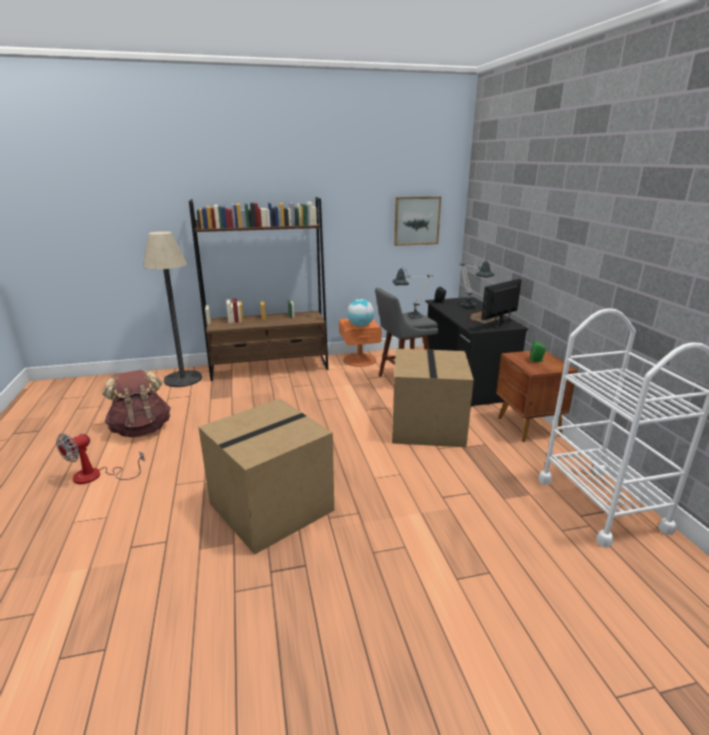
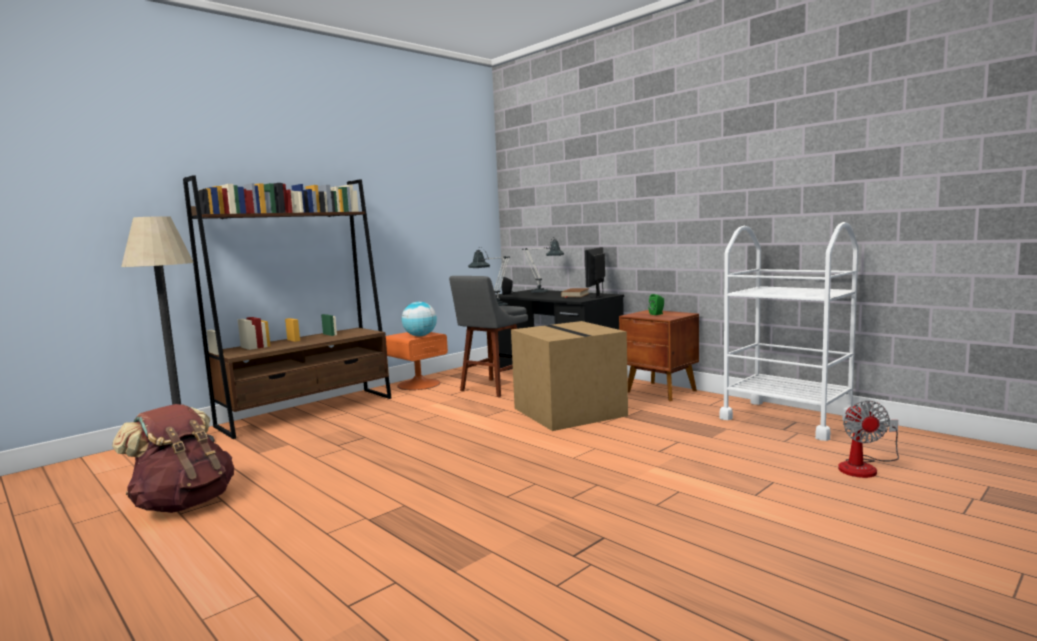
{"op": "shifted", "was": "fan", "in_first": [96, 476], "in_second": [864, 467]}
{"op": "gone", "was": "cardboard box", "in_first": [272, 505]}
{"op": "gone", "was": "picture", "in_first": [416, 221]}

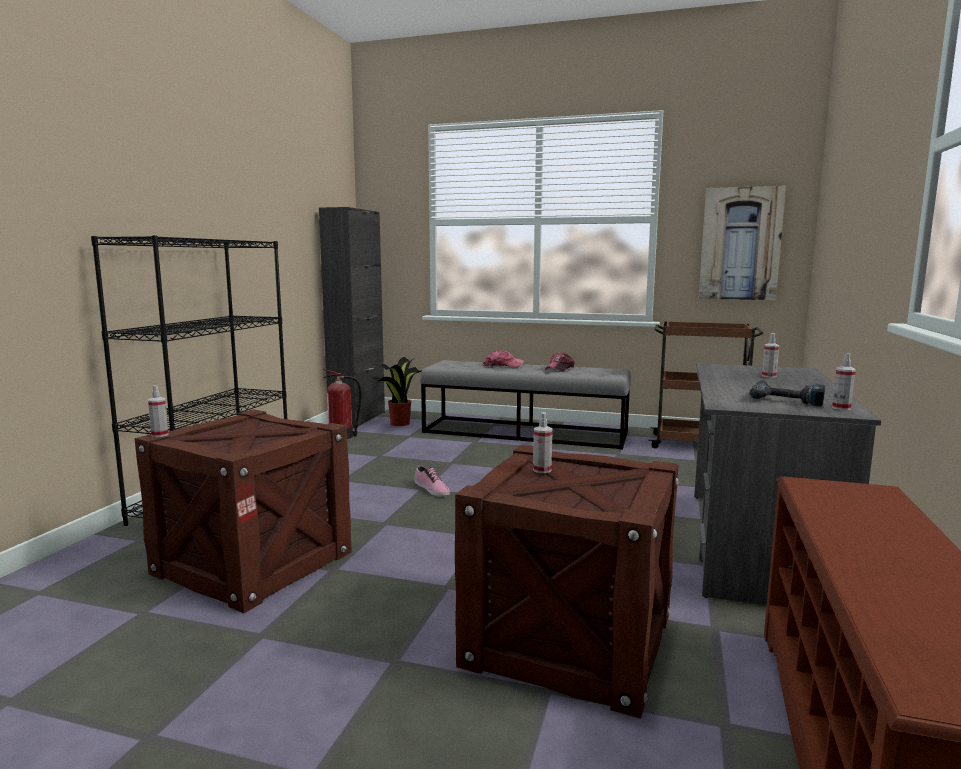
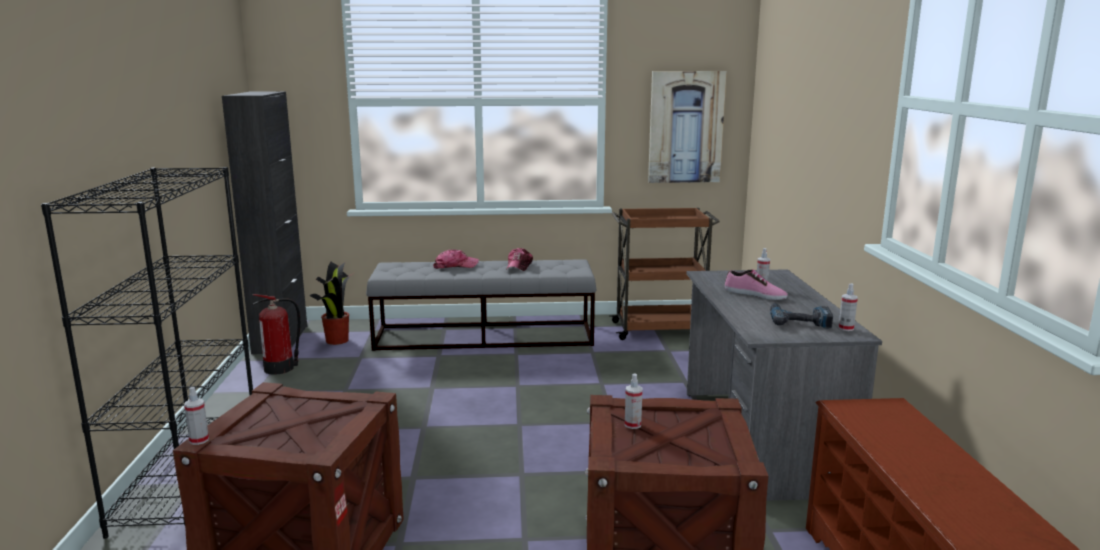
{"op": "shifted", "was": "shoe", "in_first": [431, 489], "in_second": [755, 294]}

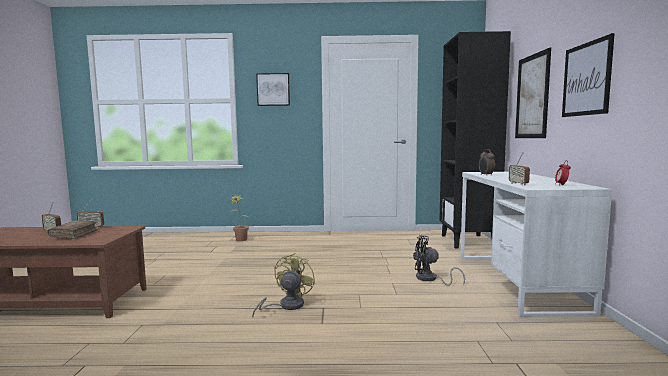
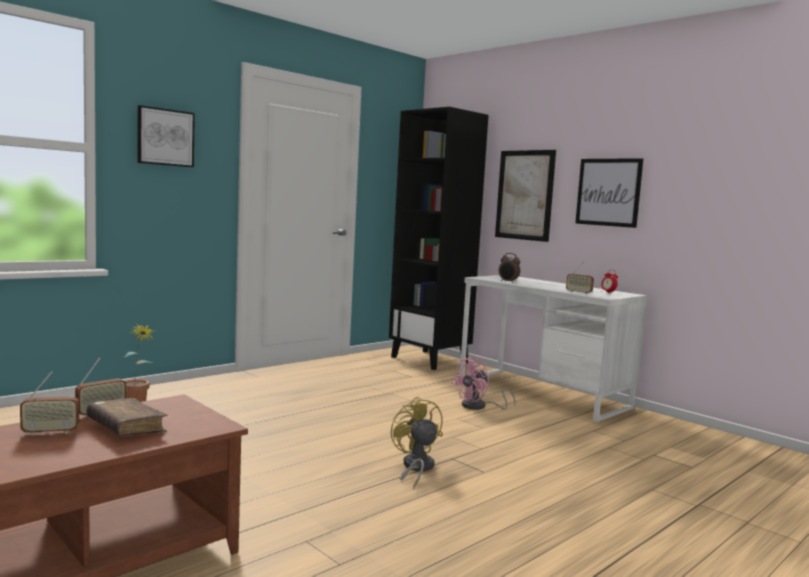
{"op": "repainted", "was": "black fan", "now": "pink fan", "in_first": [430, 279], "in_second": [479, 406]}

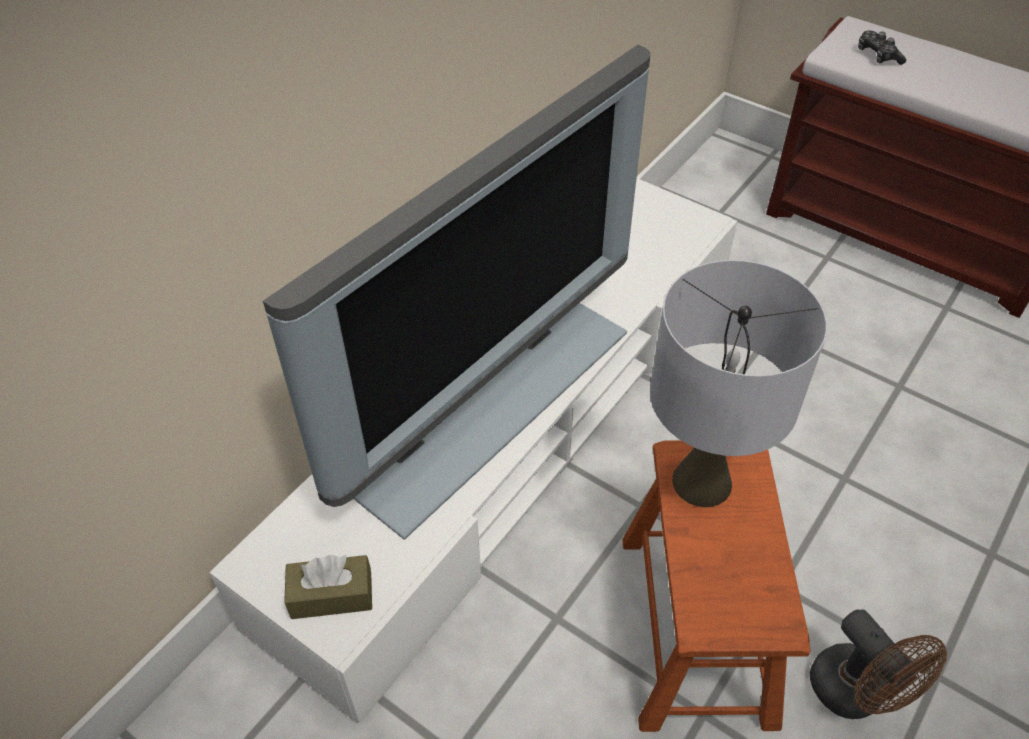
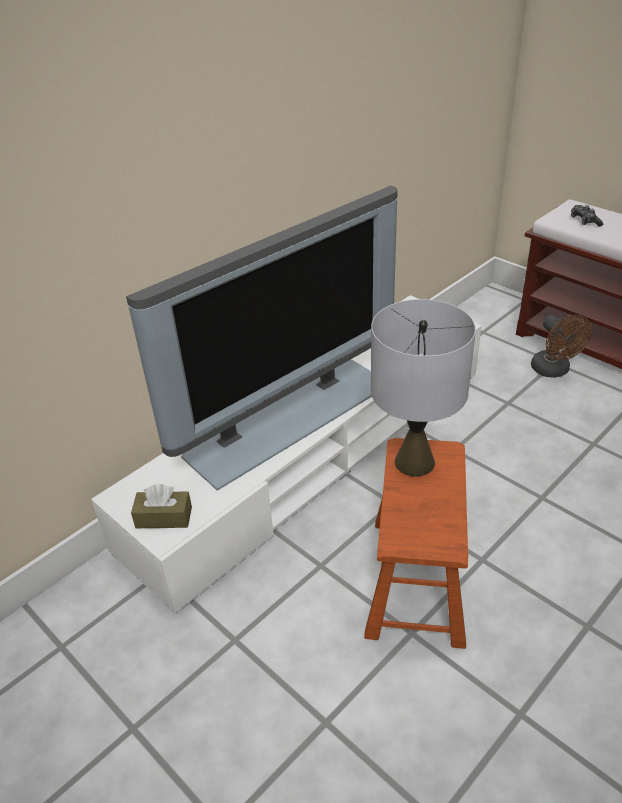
{"op": "shifted", "was": "brown fan", "in_first": [856, 695], "in_second": [554, 371]}

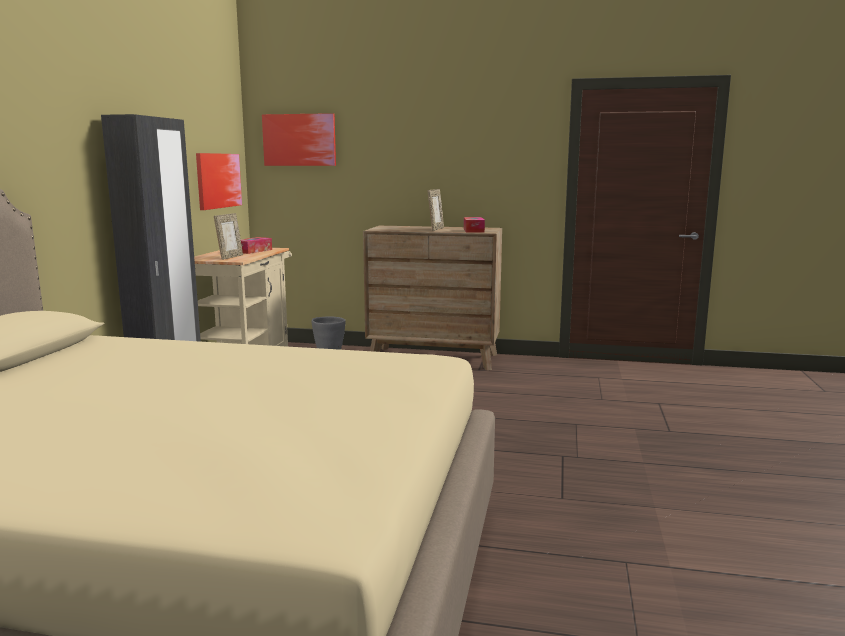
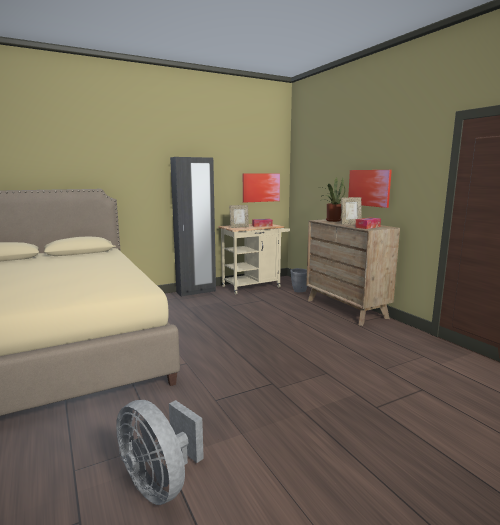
{"op": "shifted", "was": "picture", "in_first": [299, 140], "in_second": [369, 188]}
{"op": "new", "now": "grey fan", "in_second": [160, 483]}
{"op": "new", "now": "potted plant", "in_second": [331, 220]}

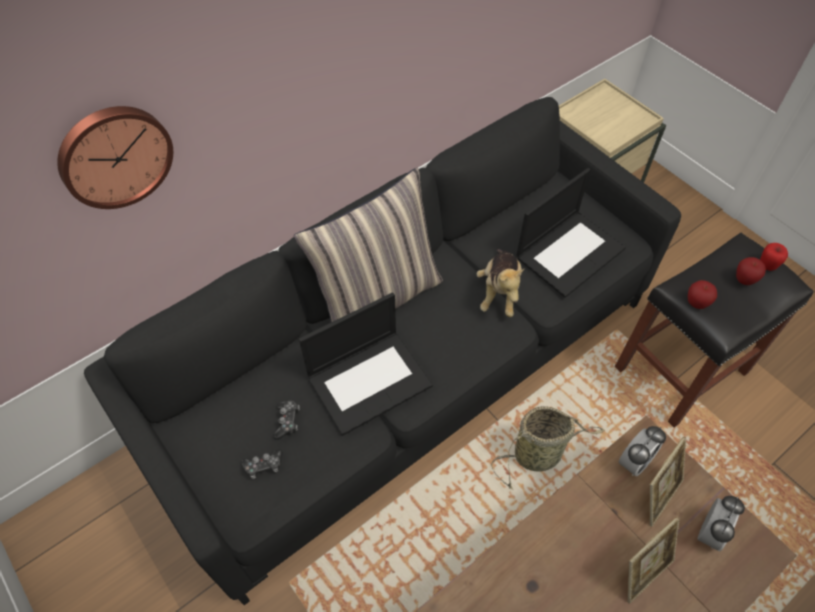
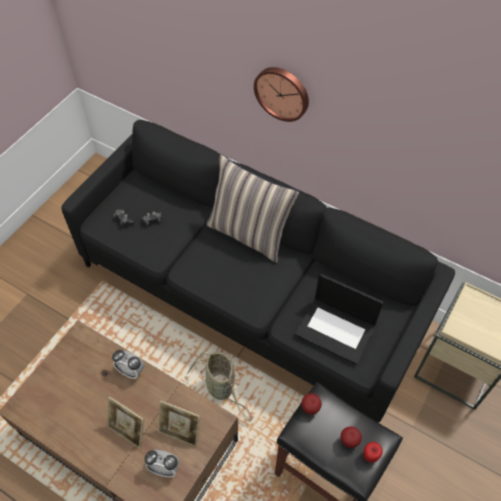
{"op": "shifted", "was": "wall clock", "in_first": [114, 155], "in_second": [282, 92]}
{"op": "gone", "was": "laptop", "in_first": [370, 380]}
{"op": "gone", "was": "plush toy", "in_first": [499, 292]}
{"op": "shifted", "was": "alarm clock", "in_first": [634, 461], "in_second": [131, 371]}

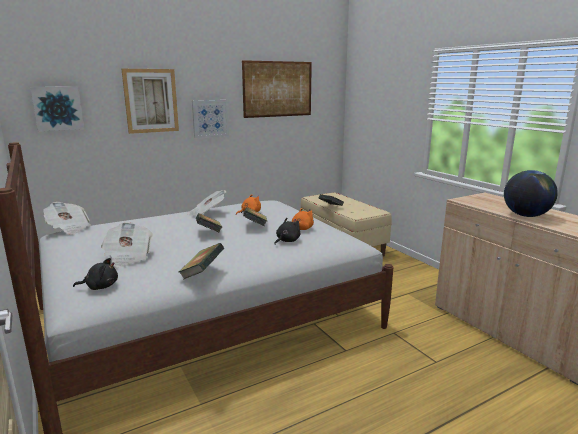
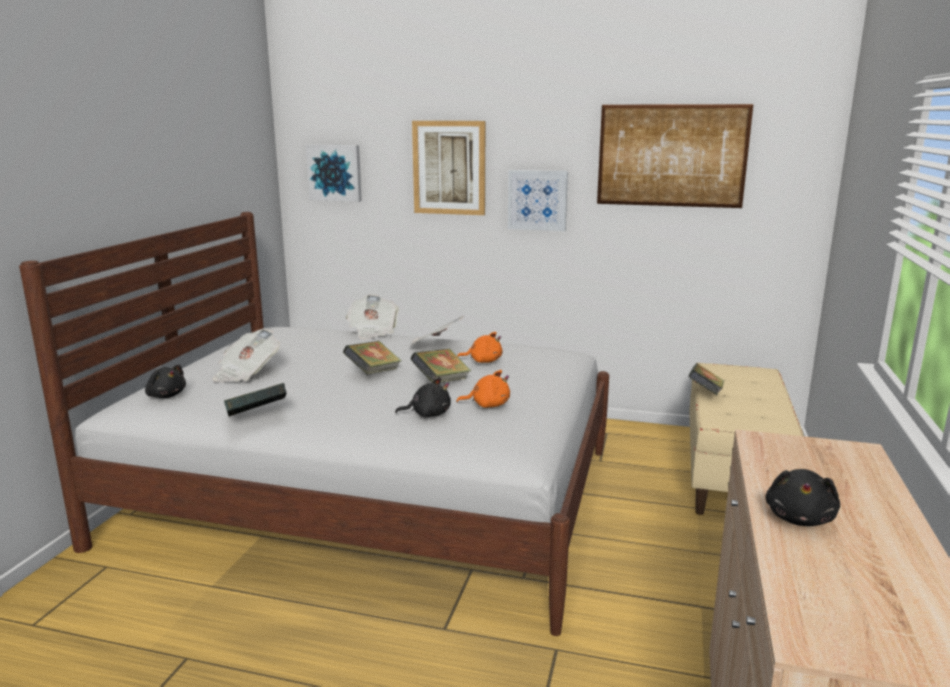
{"op": "shifted", "was": "newspaper", "in_first": [69, 228], "in_second": [372, 331]}
{"op": "swapped", "was": "globe", "now": "black plush toy", "in_first": [526, 215], "in_second": [800, 518]}

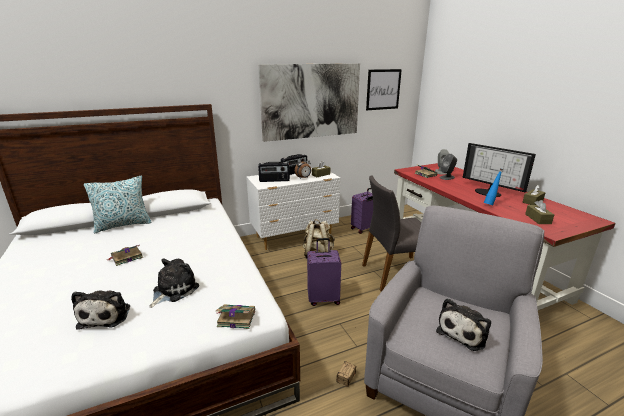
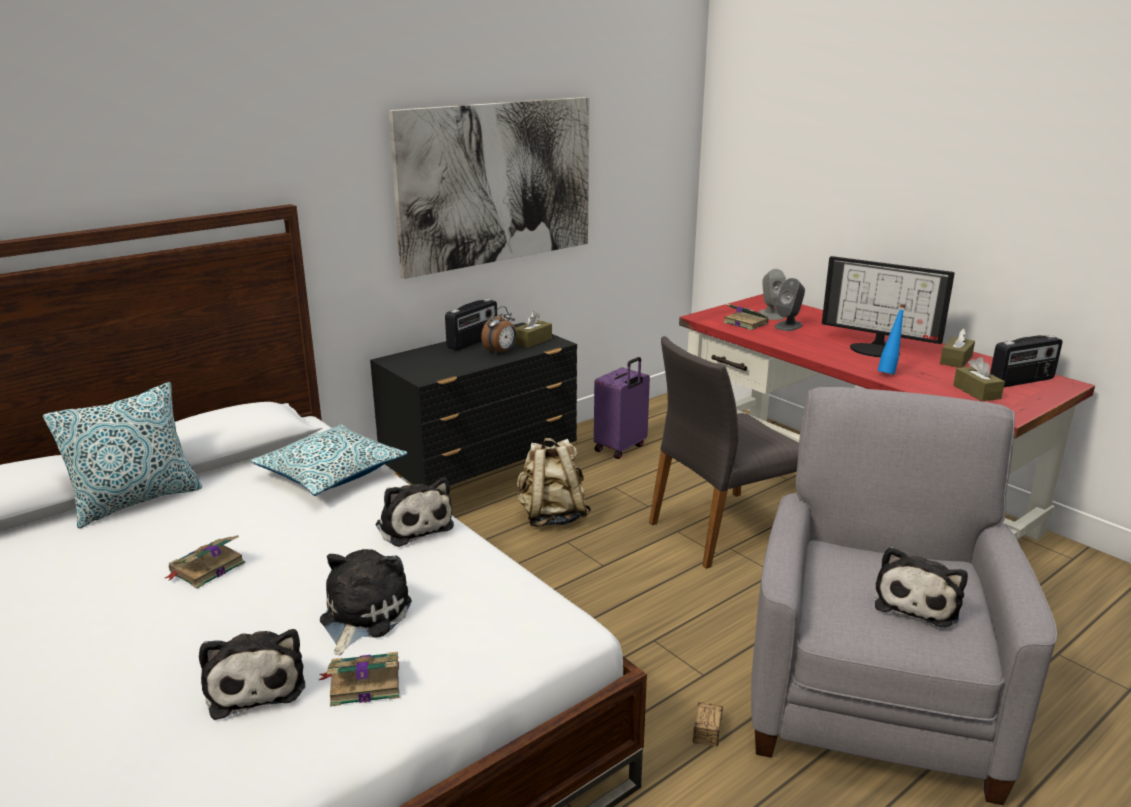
{"op": "shifted", "was": "book", "in_first": [235, 318], "in_second": [363, 683]}
{"op": "repainted", "was": "white dresser", "now": "black dresser", "in_first": [295, 236], "in_second": [483, 482]}
{"op": "shifted", "was": "radio", "in_first": [274, 180], "in_second": [1022, 381]}
{"op": "gone", "was": "purple suitcase", "in_first": [323, 298]}
{"op": "gone", "was": "picture", "in_first": [383, 89]}
{"op": "new", "now": "pillow", "in_second": [331, 473]}
{"op": "new", "now": "plush toy", "in_second": [413, 525]}

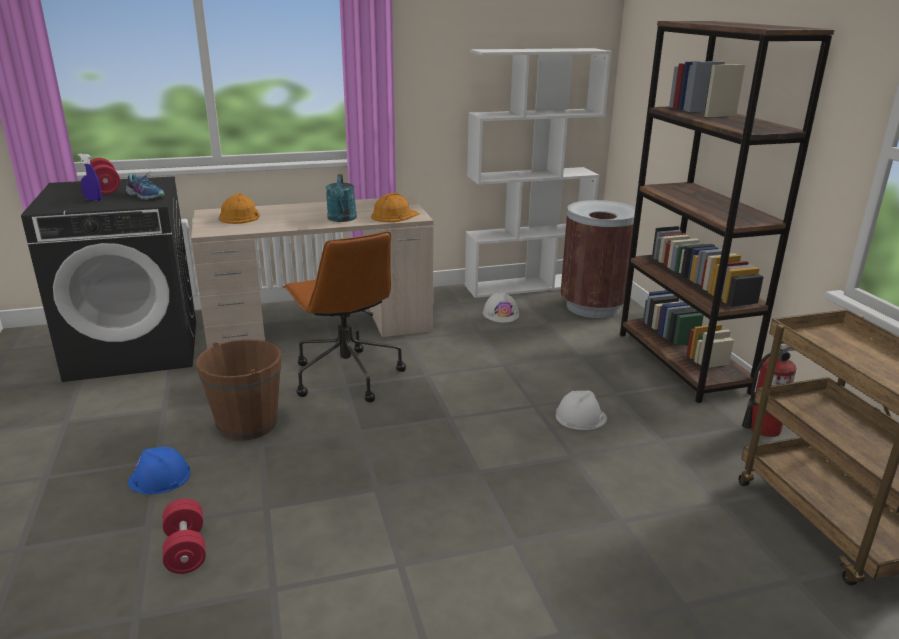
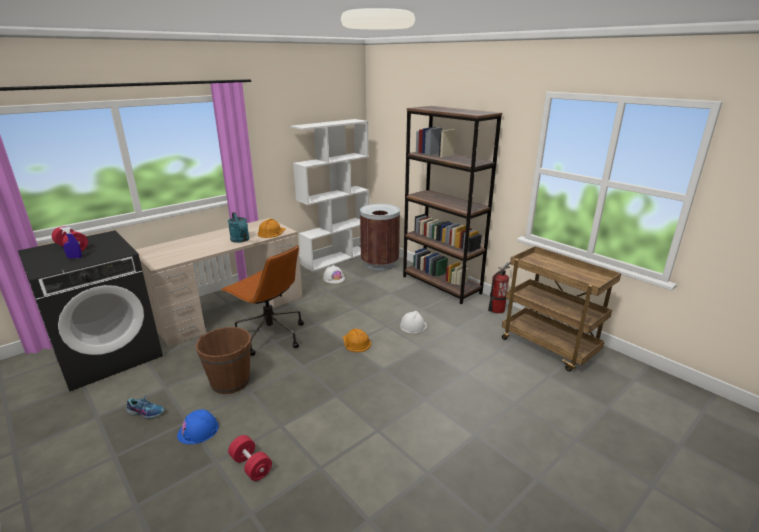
{"op": "shifted", "was": "shoe", "in_first": [146, 195], "in_second": [146, 412]}
{"op": "shifted", "was": "orange hard hat", "in_first": [240, 216], "in_second": [356, 342]}

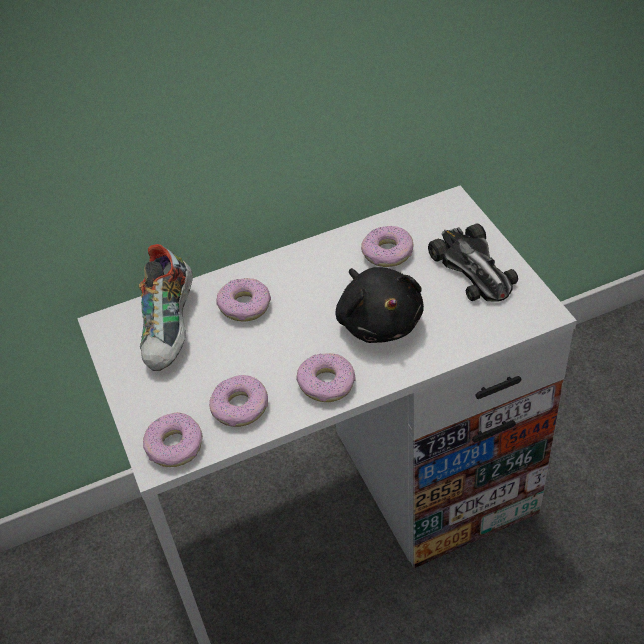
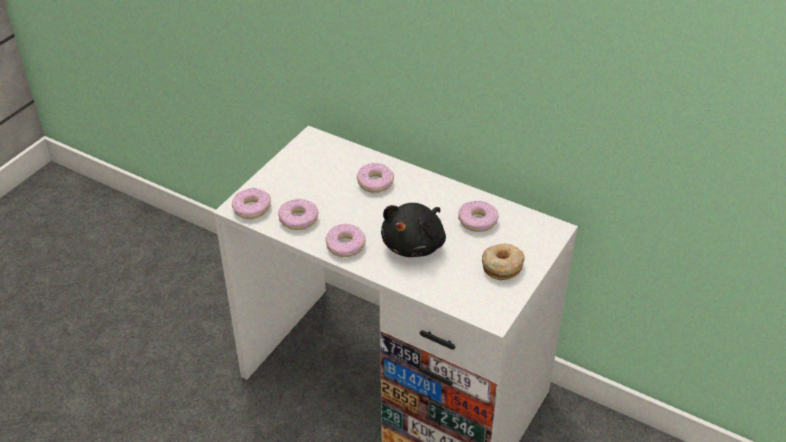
{"op": "gone", "was": "shoe", "in_first": [171, 328]}
{"op": "swapped", "was": "toy car", "now": "donut", "in_first": [472, 268], "in_second": [502, 266]}

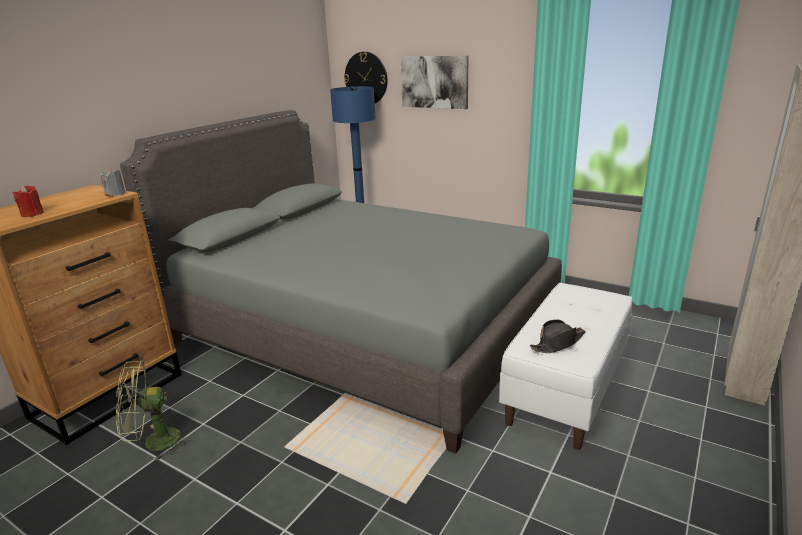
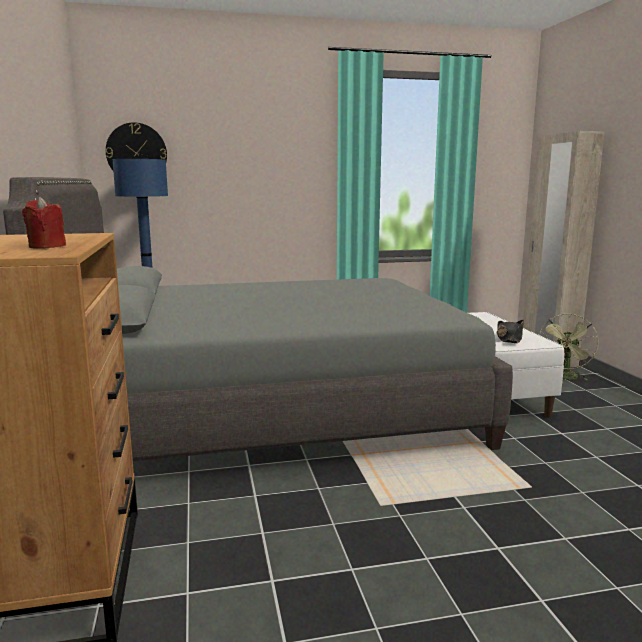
{"op": "gone", "was": "grey candle", "in_first": [115, 194]}
{"op": "shifted", "was": "green fan", "in_first": [154, 443], "in_second": [565, 378]}
{"op": "gone", "was": "picture", "in_first": [434, 82]}

